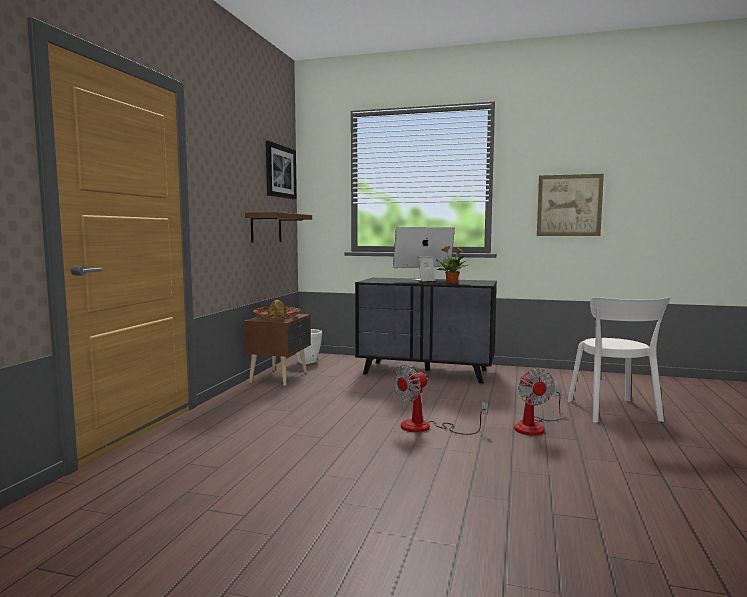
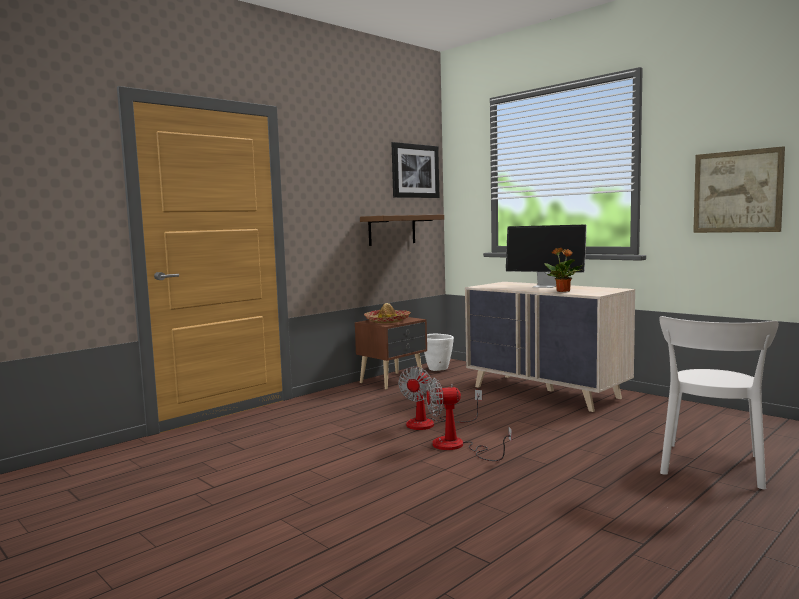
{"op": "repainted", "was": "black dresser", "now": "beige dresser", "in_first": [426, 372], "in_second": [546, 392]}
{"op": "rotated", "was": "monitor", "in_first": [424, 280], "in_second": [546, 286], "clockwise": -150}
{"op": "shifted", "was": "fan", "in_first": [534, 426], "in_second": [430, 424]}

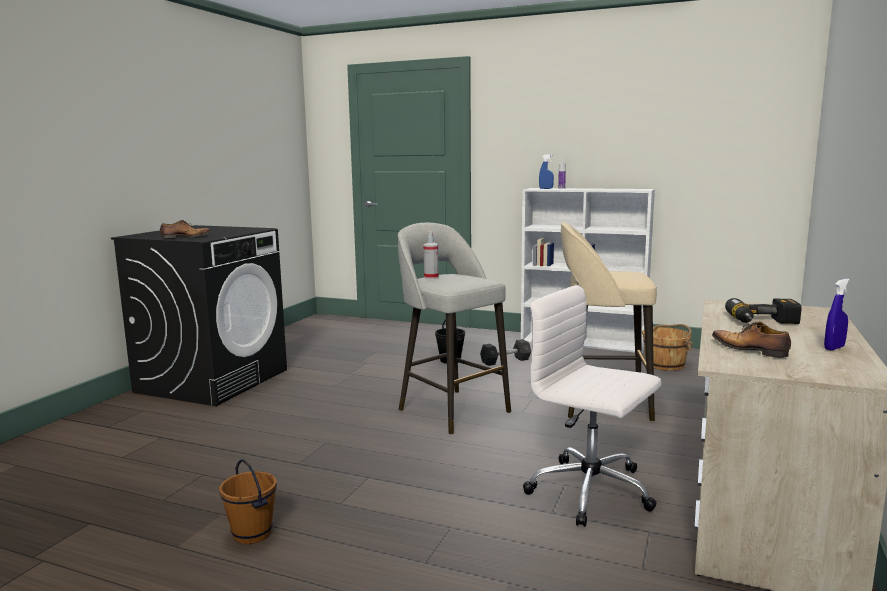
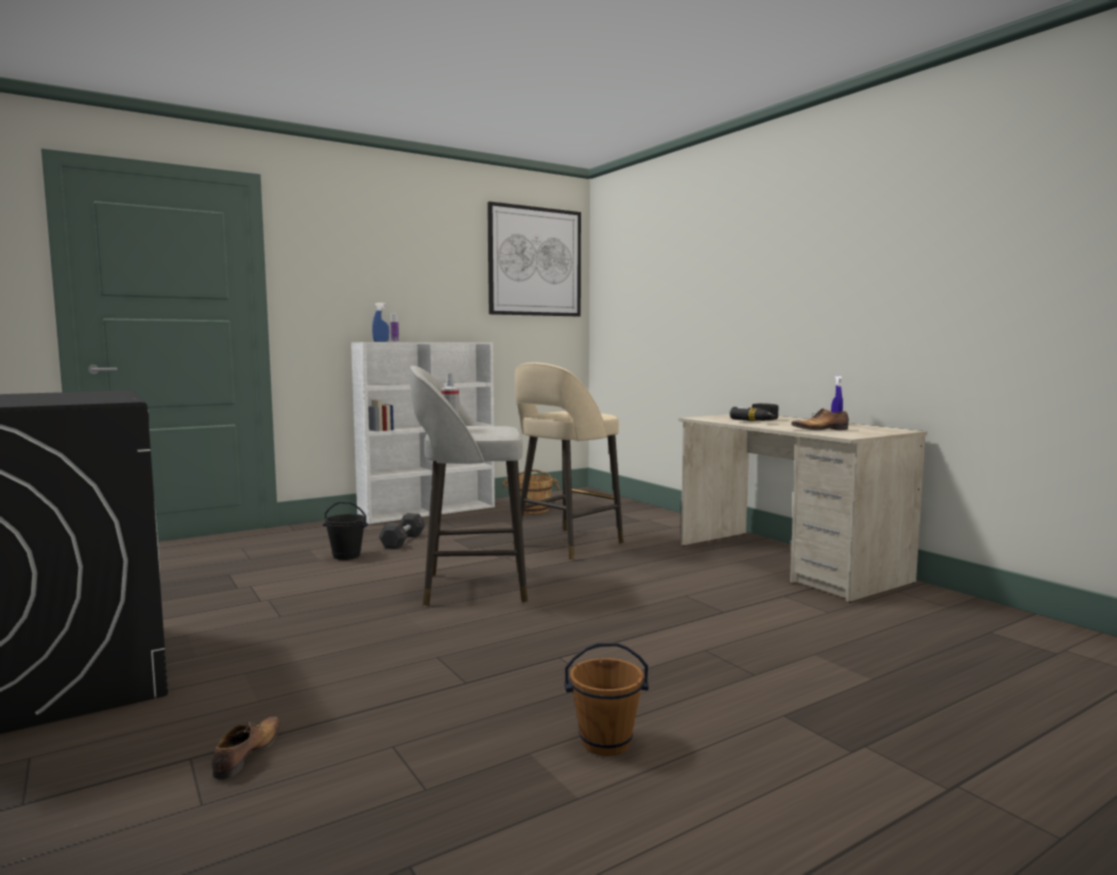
{"op": "shifted", "was": "shoe", "in_first": [185, 237], "in_second": [247, 755]}
{"op": "gone", "was": "white office chair", "in_first": [592, 492]}
{"op": "new", "now": "picture", "in_second": [535, 262]}

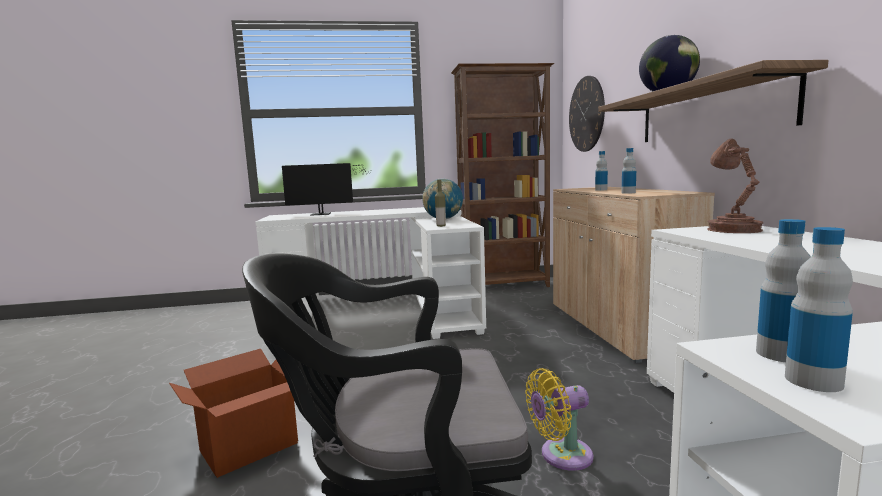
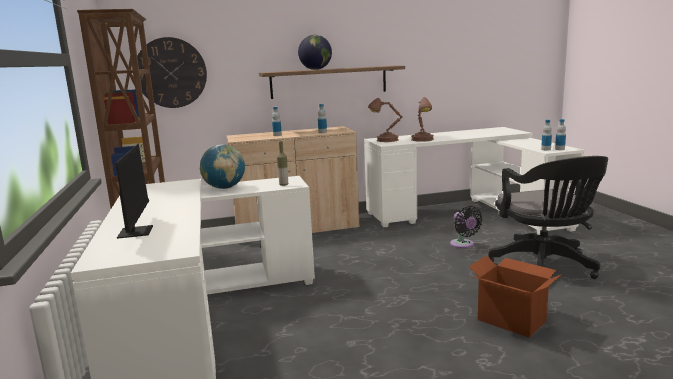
{"op": "repainted", "was": "yellow fan", "now": "black fan", "in_first": [561, 455], "in_second": [463, 245]}
{"op": "new", "now": "brown table lamp", "in_second": [423, 140]}

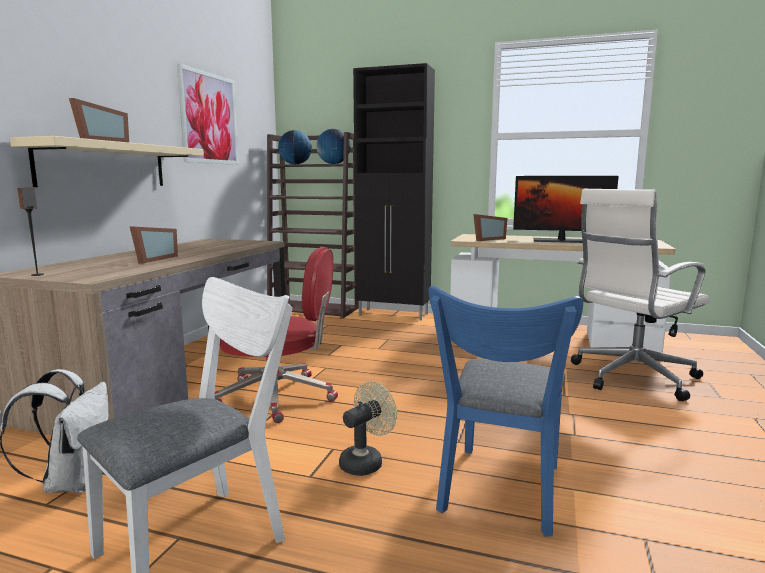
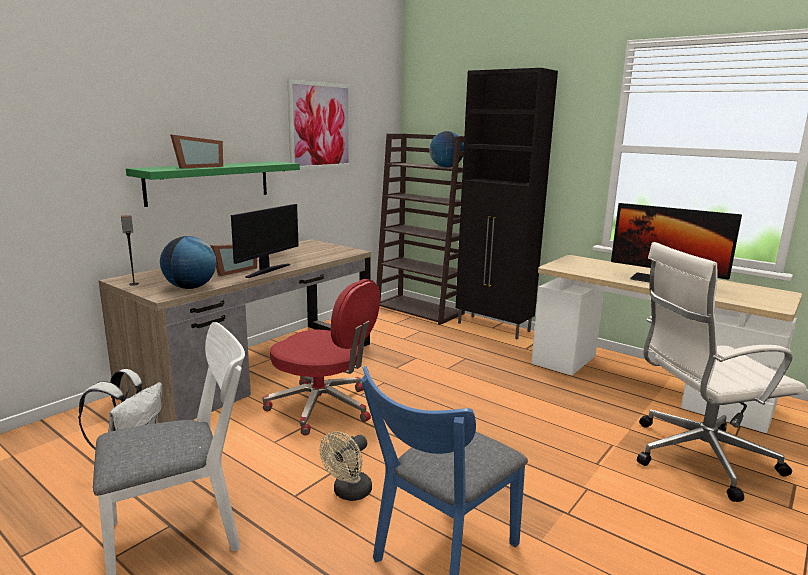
{"op": "repainted", "was": "beige shelf", "now": "green shelf", "in_first": [104, 165], "in_second": [209, 182]}
{"op": "shifted", "was": "globe", "in_first": [295, 164], "in_second": [190, 287]}
{"op": "rotated", "was": "beige fan", "in_first": [366, 462], "in_second": [348, 493], "clockwise": 150}
{"op": "gone", "was": "picture frame", "in_first": [486, 239]}
{"op": "new", "now": "monitor", "in_second": [267, 270]}

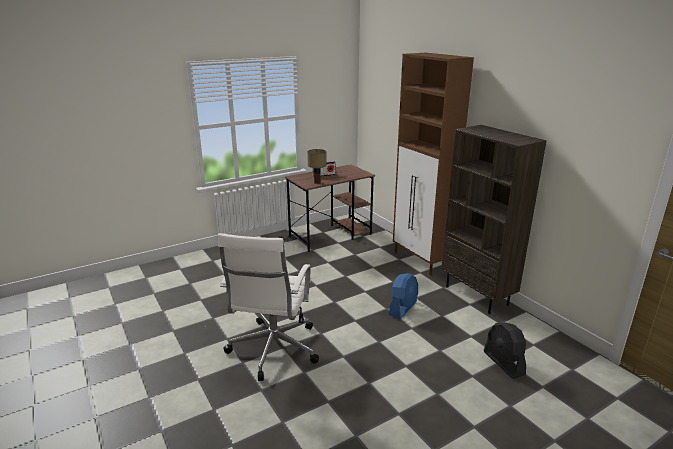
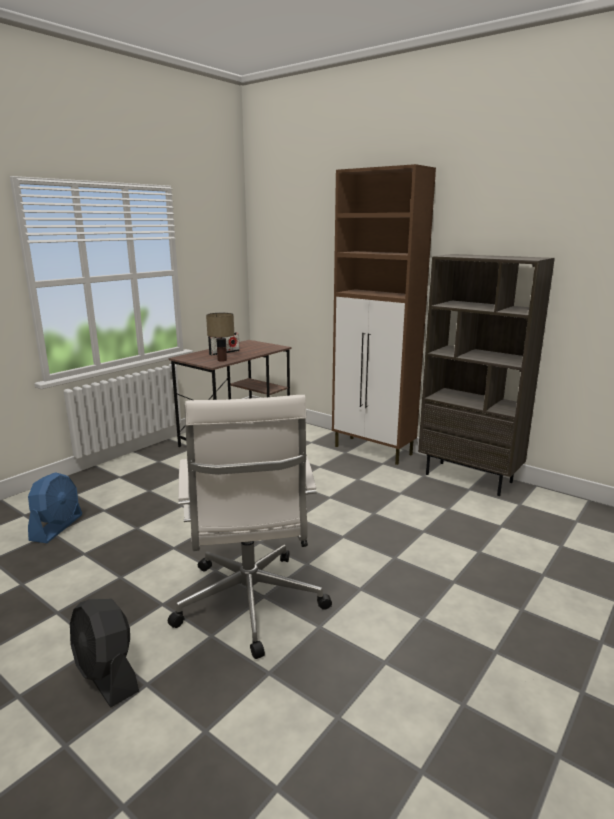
{"op": "shifted", "was": "blue fan", "in_first": [403, 308], "in_second": [57, 527]}
{"op": "shifted", "was": "black fan", "in_first": [503, 363], "in_second": [107, 675]}

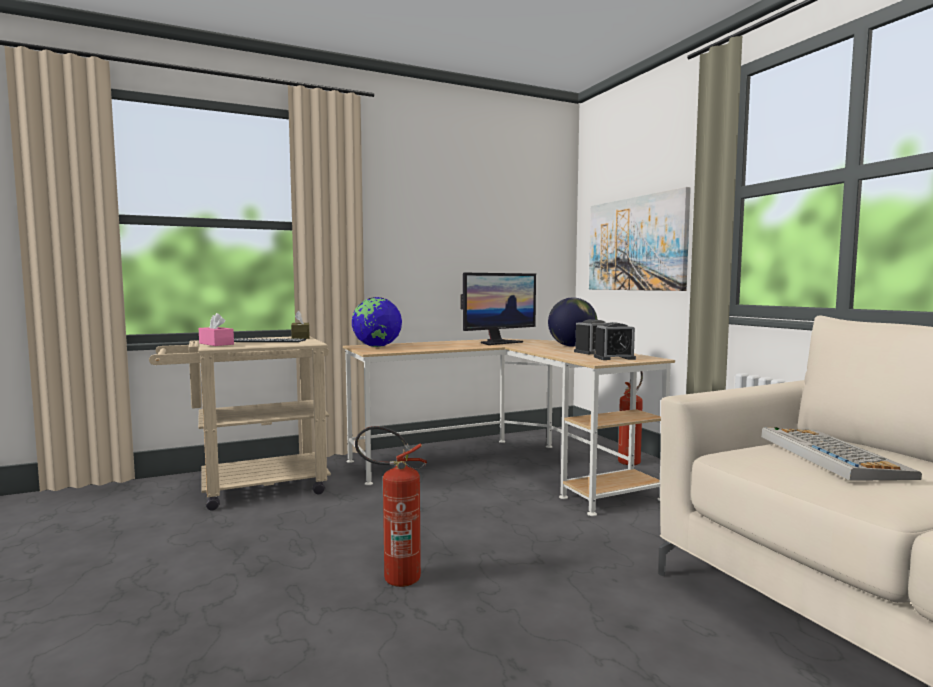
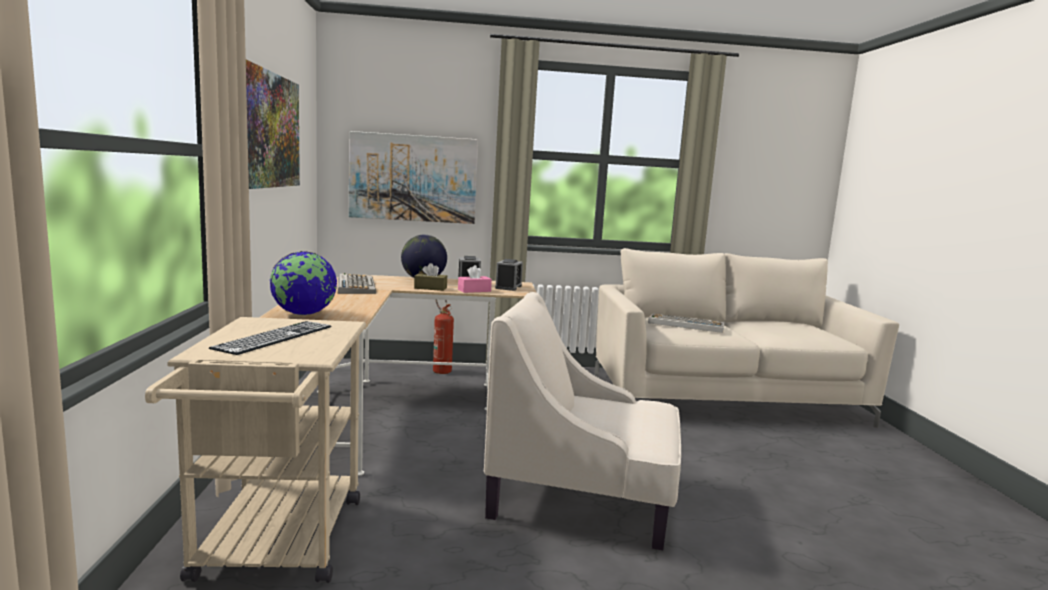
{"op": "shifted", "was": "pink tissue box", "in_first": [216, 344], "in_second": [474, 290]}
{"op": "shifted", "was": "brown tissue box", "in_first": [300, 337], "in_second": [430, 288]}
{"op": "swapped", "was": "fire extinguisher", "now": "beige armchair", "in_first": [392, 579], "in_second": [583, 497]}
{"op": "swapped", "was": "monitor", "now": "keyboard", "in_first": [498, 342], "in_second": [355, 285]}
{"op": "new", "now": "picture", "in_second": [268, 130]}

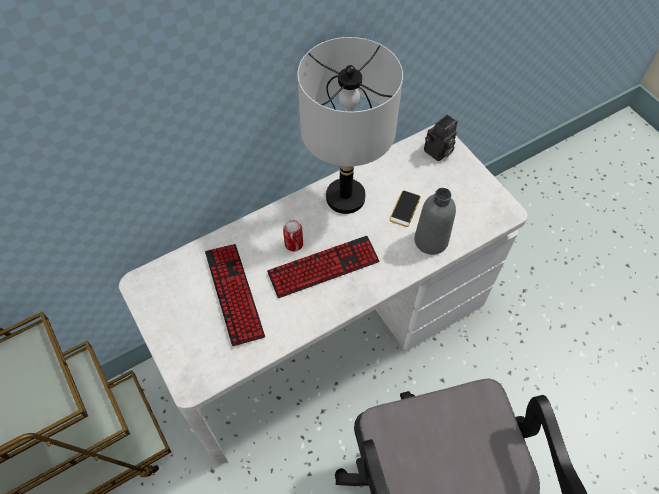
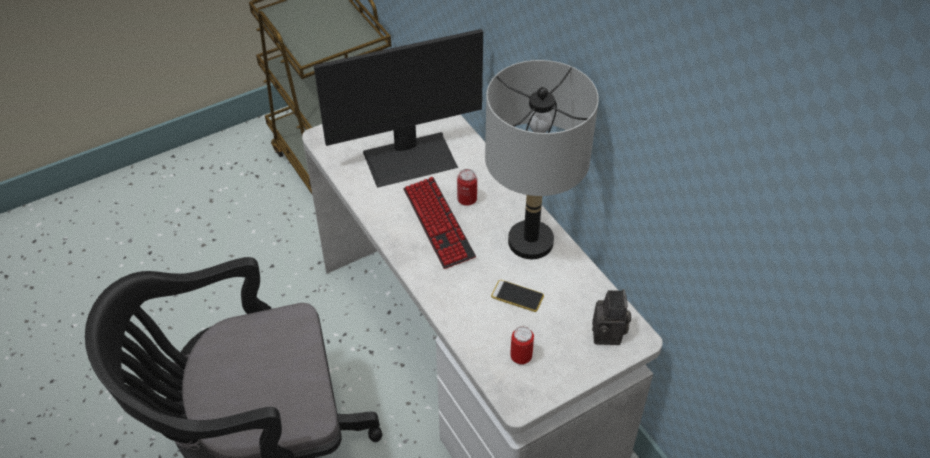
{"op": "swapped", "was": "keyboard", "now": "monitor", "in_first": [234, 294], "in_second": [410, 158]}
{"op": "gone", "was": "grey bottle", "in_first": [431, 240]}
{"op": "rotated", "was": "photo camera", "in_first": [438, 152], "in_second": [609, 335], "clockwise": -135}
{"op": "new", "now": "can", "in_second": [521, 357]}

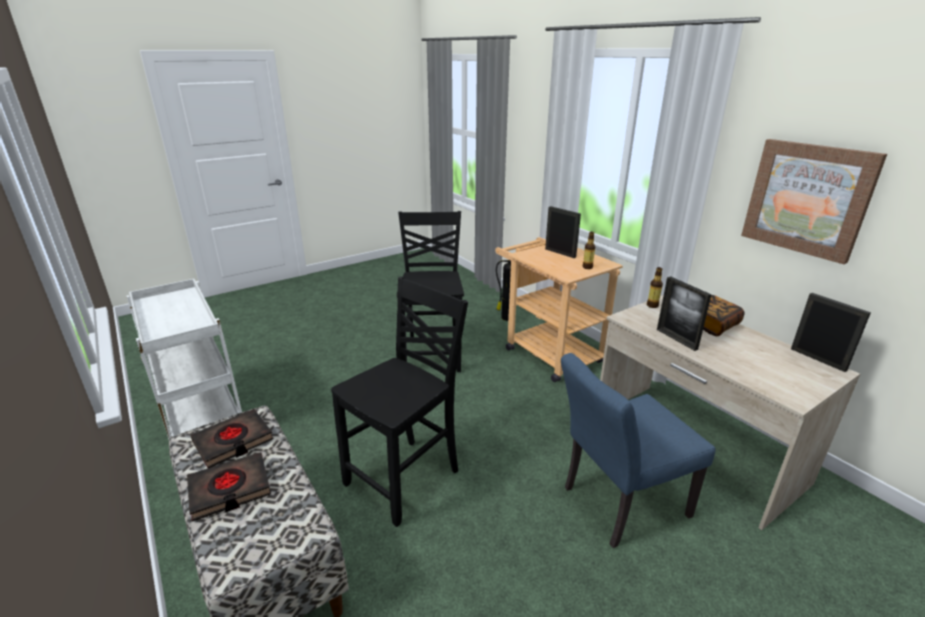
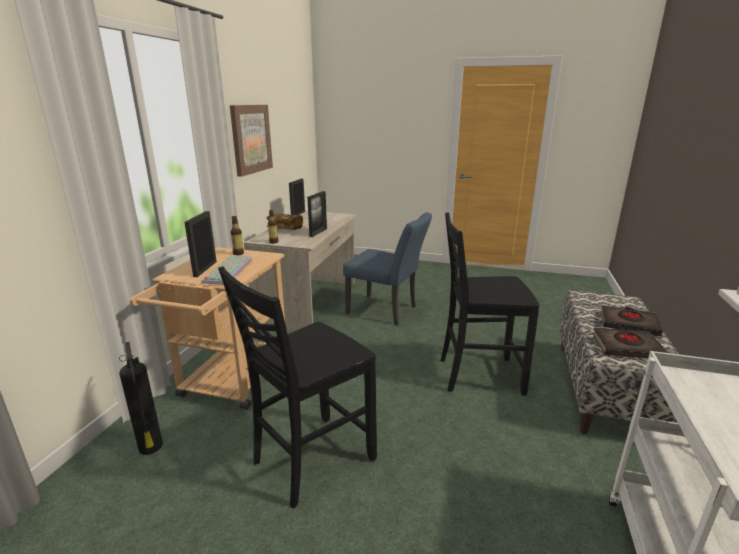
{"op": "new", "now": "keyboard", "in_second": [227, 270]}

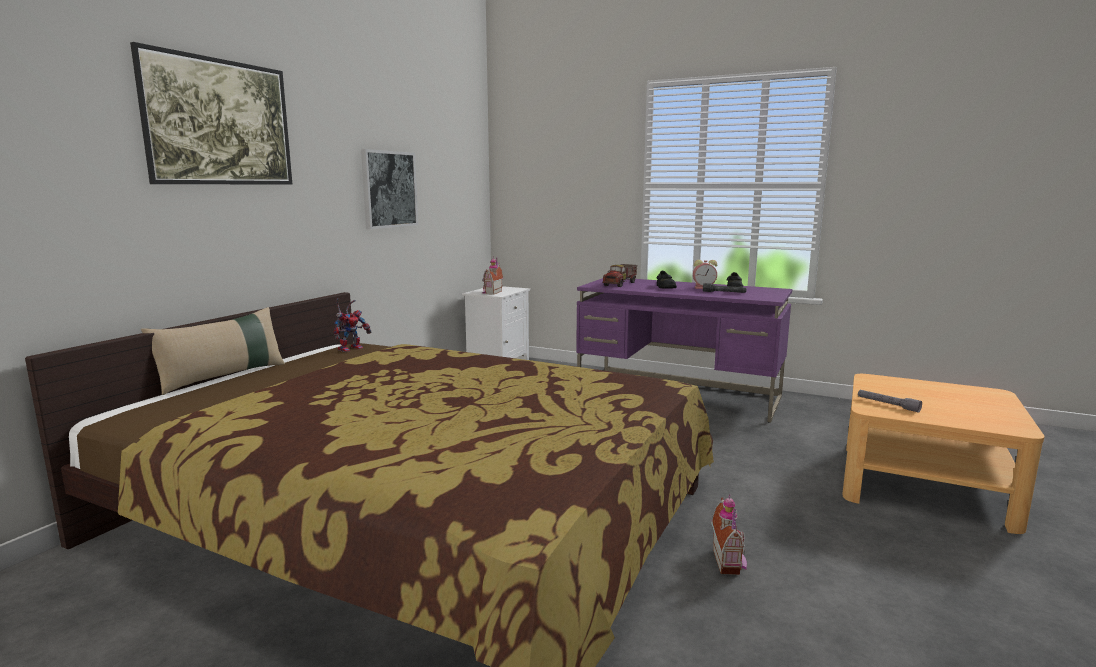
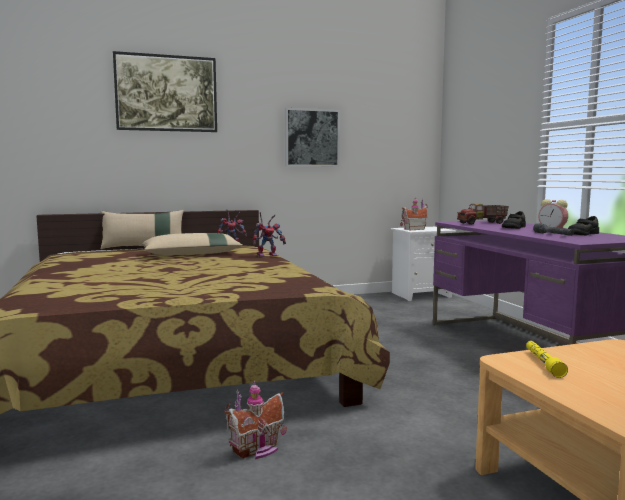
{"op": "repainted", "was": "grey flashlight", "now": "yellow flashlight", "in_first": [887, 405], "in_second": [543, 363]}
{"op": "new", "now": "beige pillow", "in_second": [192, 254]}
{"op": "new", "now": "toy robot", "in_second": [268, 255]}

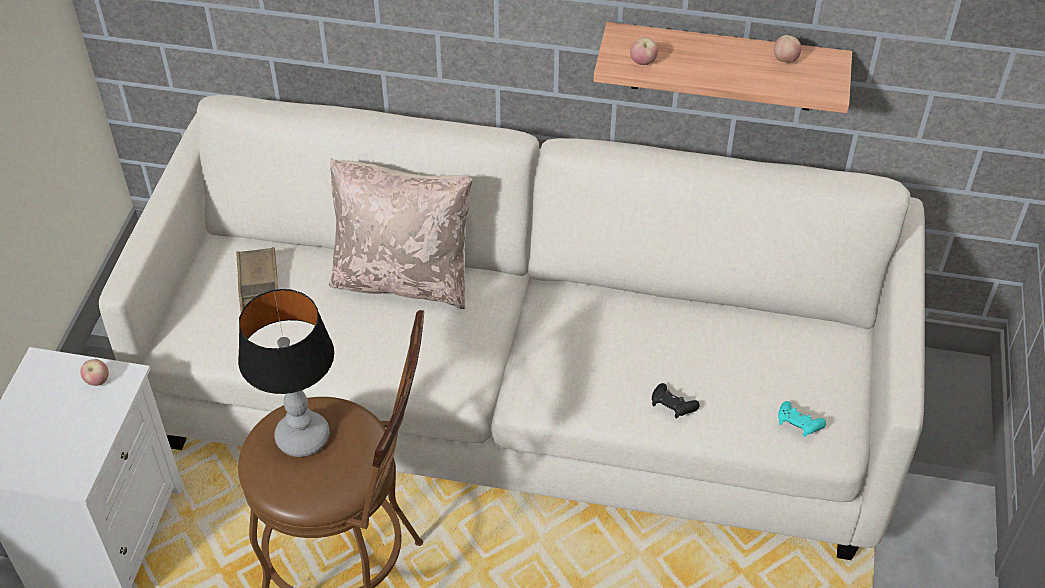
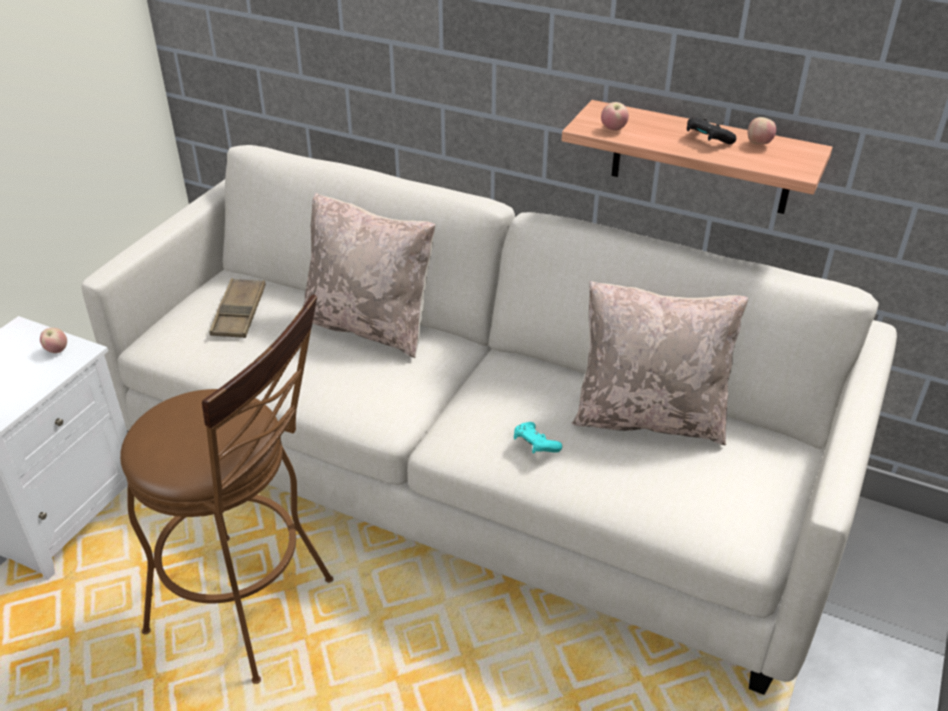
{"op": "gone", "was": "table lamp", "in_first": [301, 437]}
{"op": "shifted", "was": "black game controller", "in_first": [672, 407], "in_second": [707, 140]}
{"op": "shifted", "was": "turquoise game controller", "in_first": [797, 425], "in_second": [535, 445]}
{"op": "new", "now": "beige pillow", "in_second": [649, 417]}

